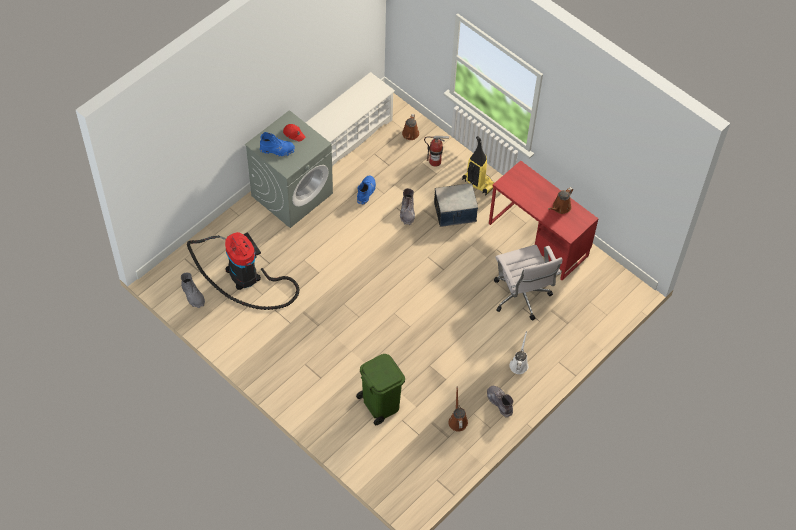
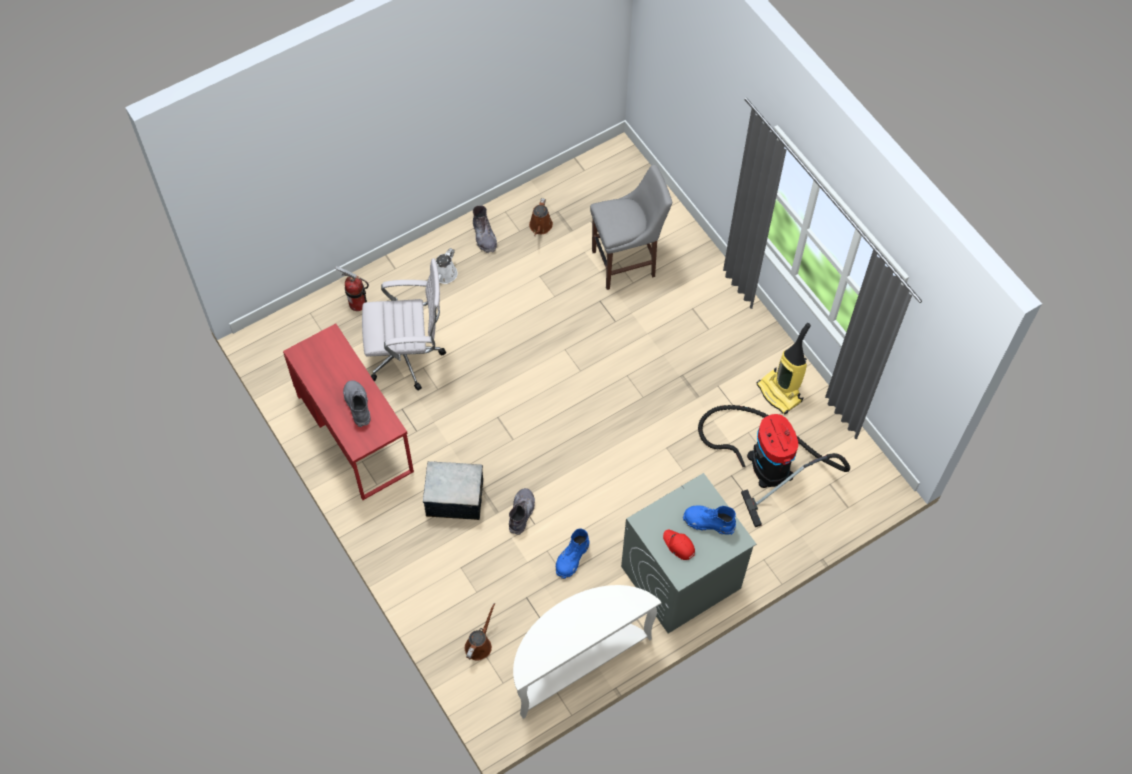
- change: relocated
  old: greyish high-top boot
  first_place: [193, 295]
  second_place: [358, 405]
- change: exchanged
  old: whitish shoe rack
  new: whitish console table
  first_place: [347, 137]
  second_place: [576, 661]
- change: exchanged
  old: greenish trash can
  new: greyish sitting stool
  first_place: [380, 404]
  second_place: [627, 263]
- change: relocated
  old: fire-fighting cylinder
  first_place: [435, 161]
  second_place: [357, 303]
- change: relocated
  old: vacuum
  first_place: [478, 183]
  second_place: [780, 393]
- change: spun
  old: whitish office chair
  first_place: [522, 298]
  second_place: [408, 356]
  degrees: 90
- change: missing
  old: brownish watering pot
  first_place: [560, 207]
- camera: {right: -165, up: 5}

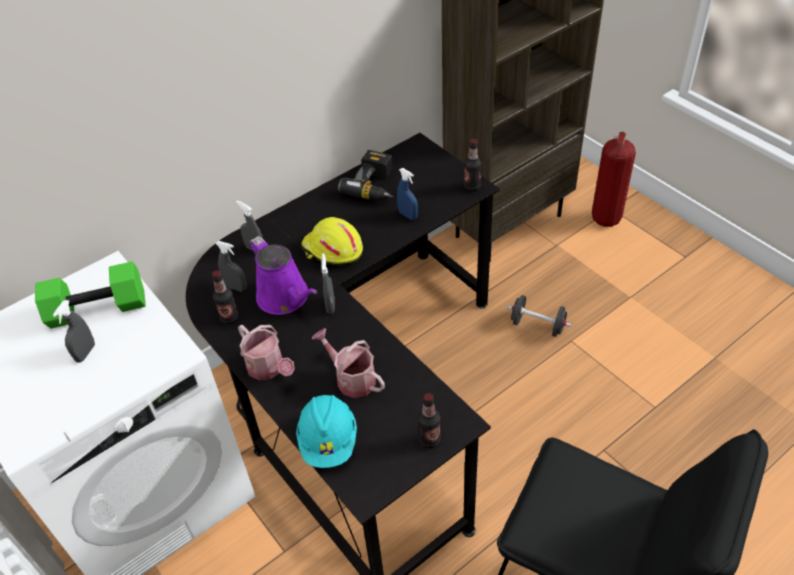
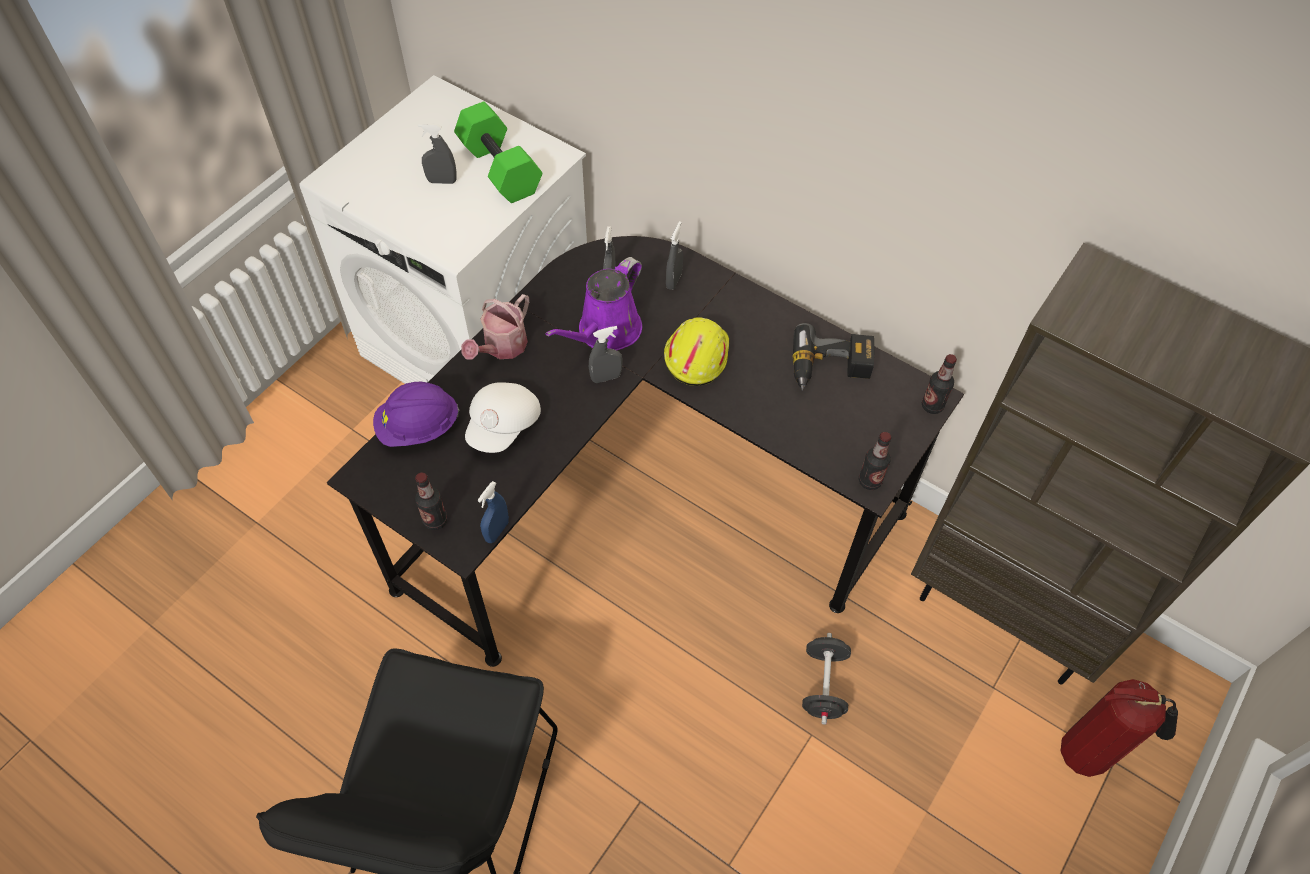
- change: relocated
  old: drink bottle
  first_place: [229, 318]
  second_place: [932, 406]
- change: colour
  old: blue-green work helmet
  new: purple-coloured work helmet
  first_place: [328, 441]
  second_place: [418, 427]
- change: exchanged
  old: watering pot
  new: whitish cap
  first_place: [351, 378]
  second_place: [504, 426]
- change: relocated
  old: blue spray bottle
  first_place: [408, 215]
  second_place: [497, 531]
- camera: {right: 70, up: 10}

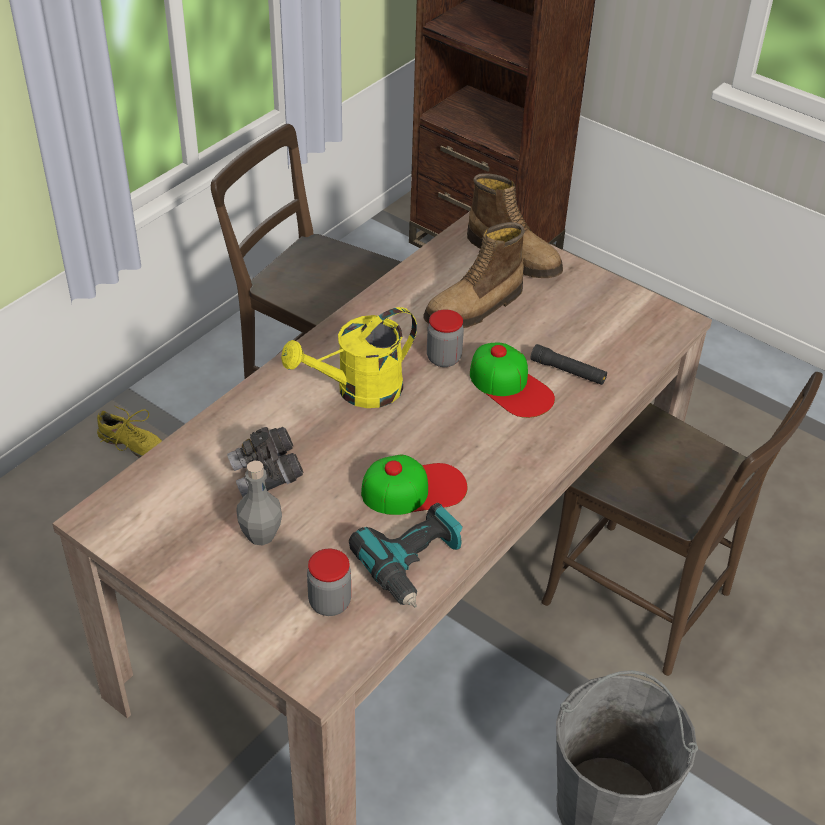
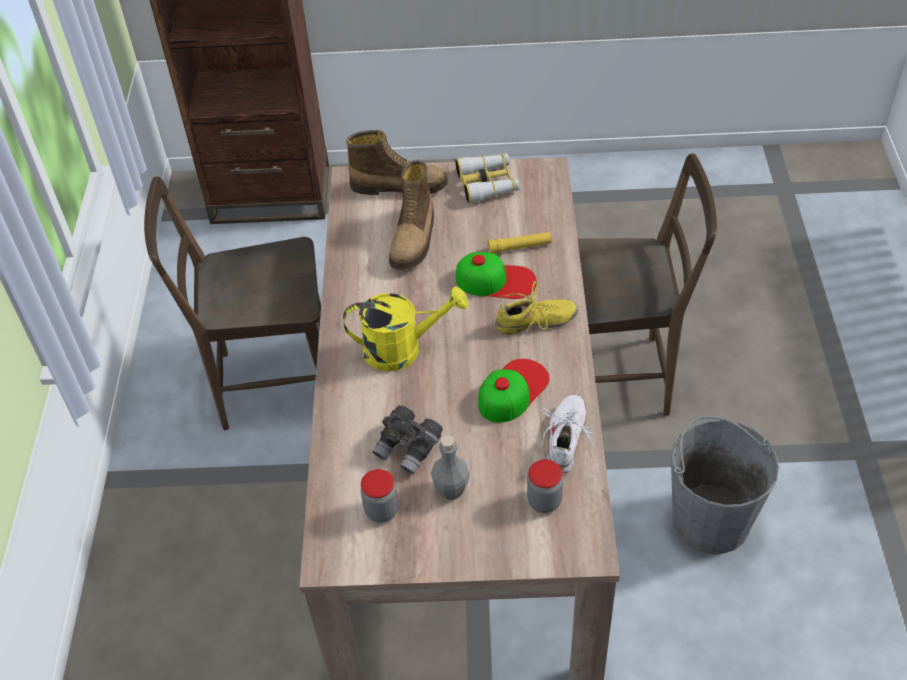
- change: relocated
  old: yellow-coloured shoe
  first_place: [131, 445]
  second_place: [535, 322]
- change: spun
  old: yellow-coloured watering pot
  first_place: [358, 391]
  second_place: [403, 349]
  degrees: -120
- change: exchanged
  old: power drill
  new: whitish shoe
  first_place: [414, 564]
  second_place: [566, 439]
- change: relocated
  old: storage jar
  first_place: [443, 358]
  second_place: [381, 510]
- change: colour
  old: blackish torch
  new: yellow-coloured torch
  first_place: [568, 371]
  second_place: [519, 247]
- change: appeared
  new: field glasses
  second_place: [487, 183]
- camera: {right: -35, up: 5}

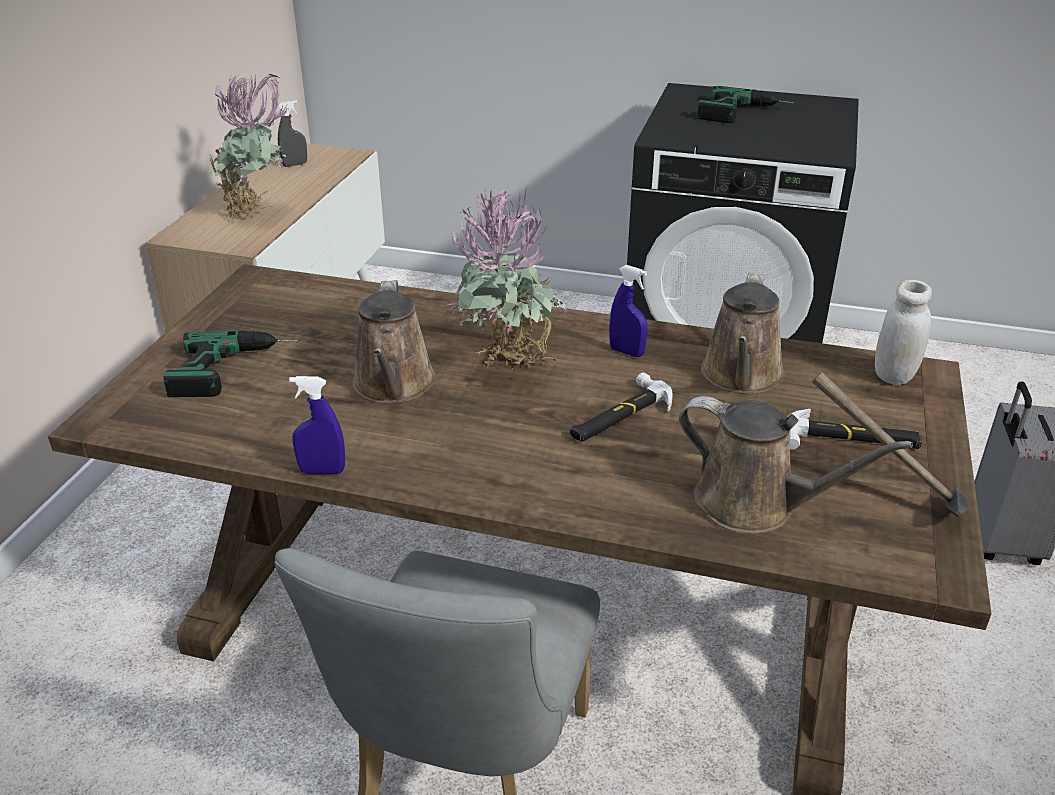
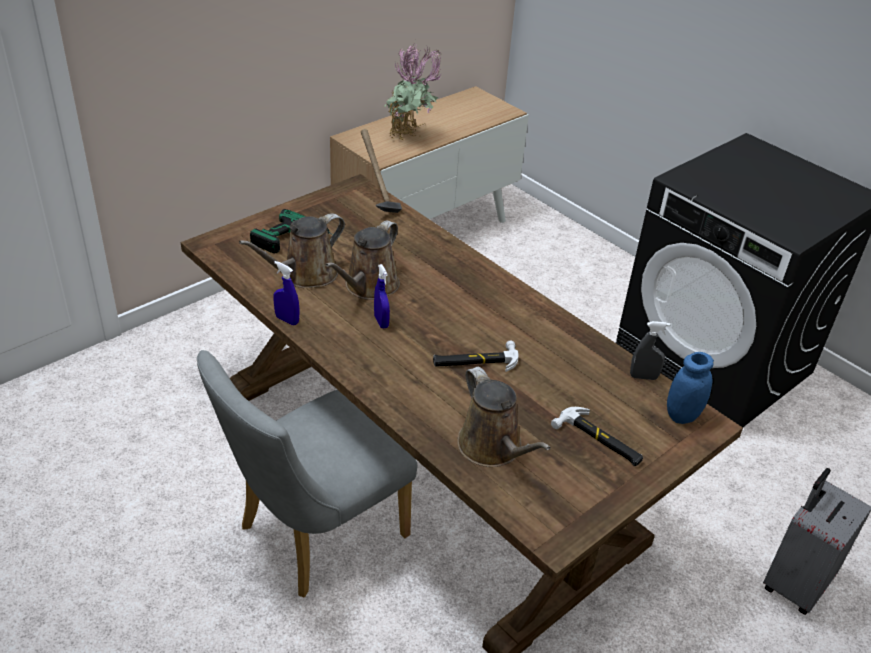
- change: relocated
  old: greyish spray bottle
  first_place: [295, 164]
  second_place: [643, 377]
- change: missing
  old: houseplant
  first_place: [510, 370]
- change: relocated
  old: blue spray bottle
  first_place: [626, 352]
  second_place: [381, 322]
- change: missing
  old: power drill
  first_place: [745, 113]
- change: relocated
  old: brownish watering pot
  first_place: [741, 377]
  second_place: [305, 275]
- change: relocated
  old: hand hammer
  first_place: [885, 495]
  second_place: [377, 198]
- change: colour
  old: whitish storage jar
  new: blue storage jar
  first_place: [894, 375]
  second_place: [682, 415]
- camera: {right: 30, up: 5}

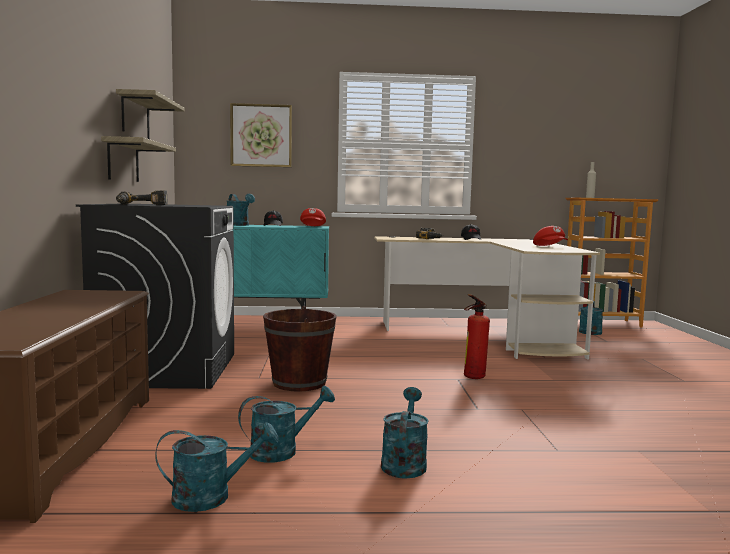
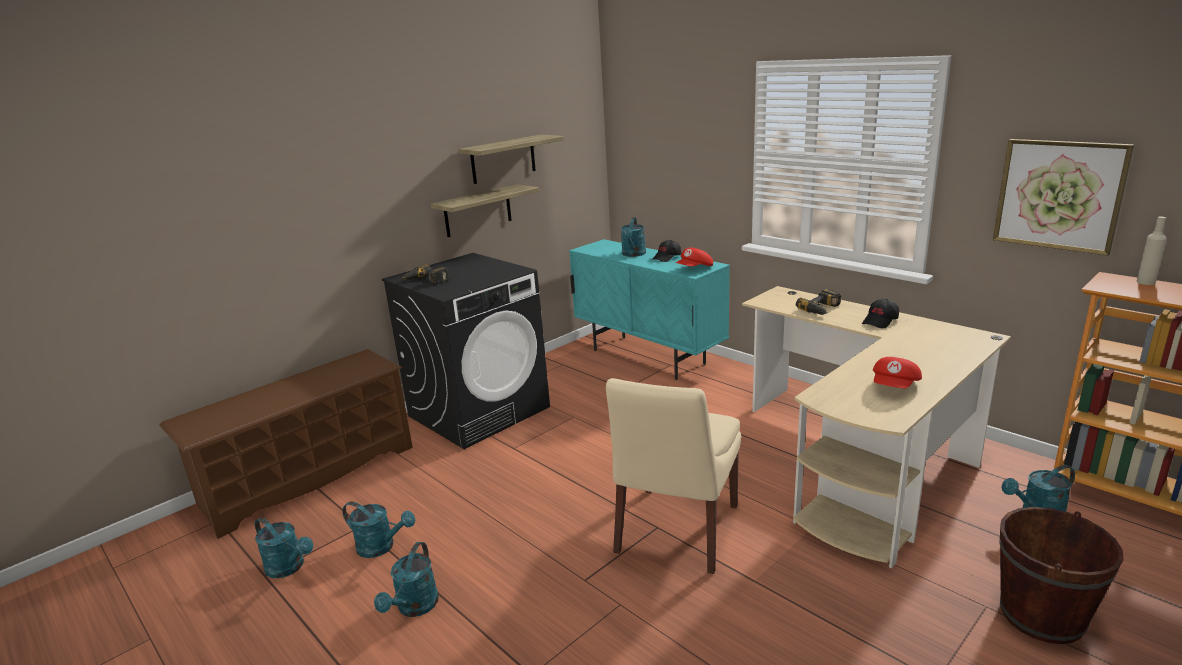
- change: relocated
  old: wall art
  first_place: [261, 135]
  second_place: [1059, 195]
- change: relocated
  old: brownish pail
  first_place: [299, 383]
  second_place: [1041, 616]
- change: spun
  old: blue-green watering pot
  first_place: [404, 462]
  second_place: [414, 608]
  degrees: 135
- change: exchanged
  old: fire-fighting cylinder
  new: beige-coloured plain chair
  first_place: [472, 377]
  second_place: [676, 531]
- camera: {right: 50, up: 15}

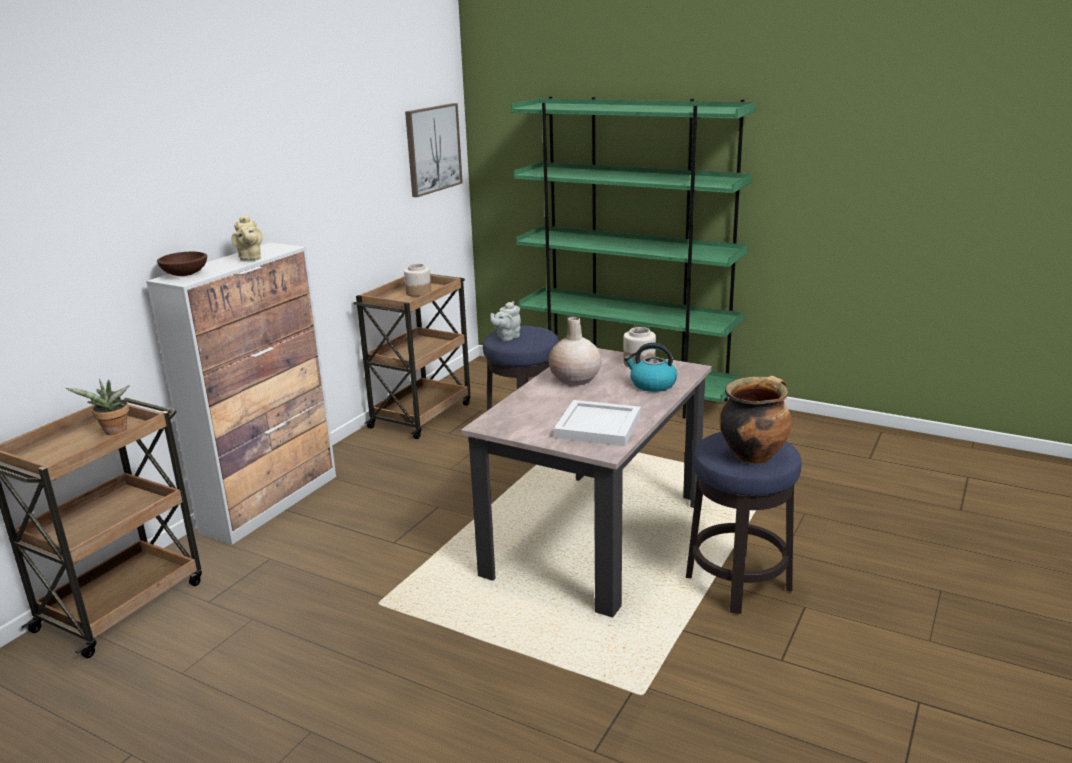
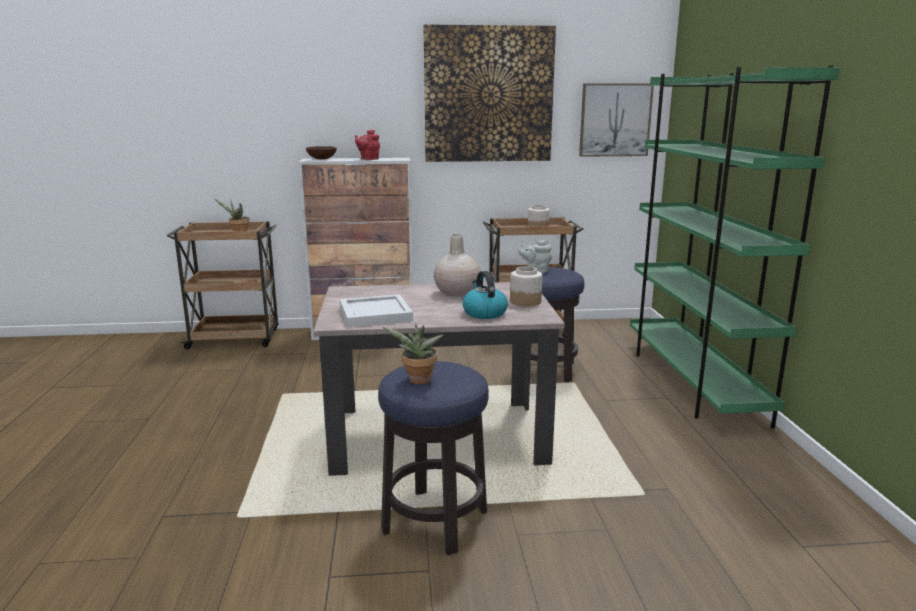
- change: colour
  old: beige-coloured tea pot
  new: red-coloured tea pot
  first_place: [250, 258]
  second_place: [368, 159]
- change: exchanged
  old: cooking pot
  new: houseplant
  first_place: [753, 455]
  second_place: [418, 381]
- change: appeared
  new: wall art
  second_place: [488, 95]
- camera: {right: 55, up: -5}

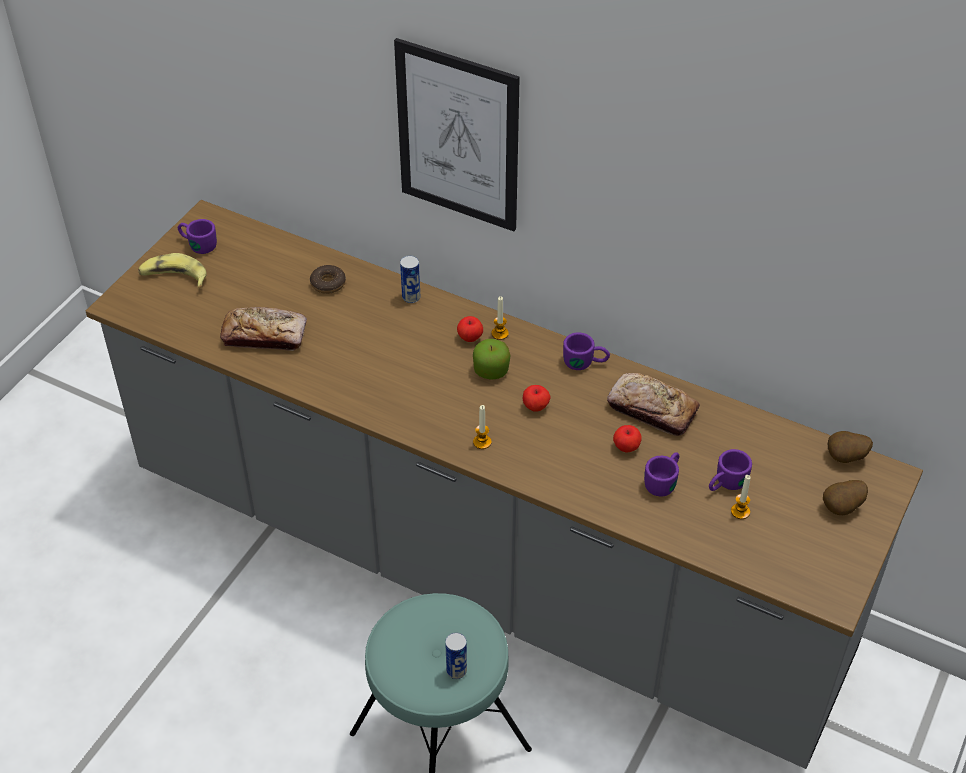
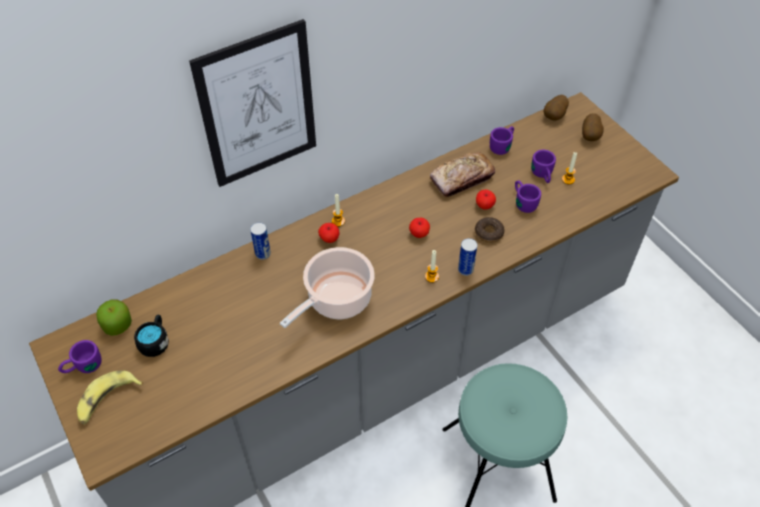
- change: missing
  old: baked bread
  first_place: [265, 336]
- change: relocated
  old: ring doughnut
  first_place: [328, 283]
  second_place: [489, 233]
- change: relocated
  old: can
  first_place: [456, 671]
  second_place: [465, 270]
- change: relocated
  old: apple fruit
  first_place: [491, 370]
  second_place: [117, 325]
- change: relocated
  old: purple-coloured mug
  first_place: [585, 362]
  second_place: [502, 145]
- change: appeared
  new: blackish mug
  second_place: [155, 341]
- change: appeared
  new: cooking pot
  second_place: [336, 300]
- camera: {right: -60, up: 5}

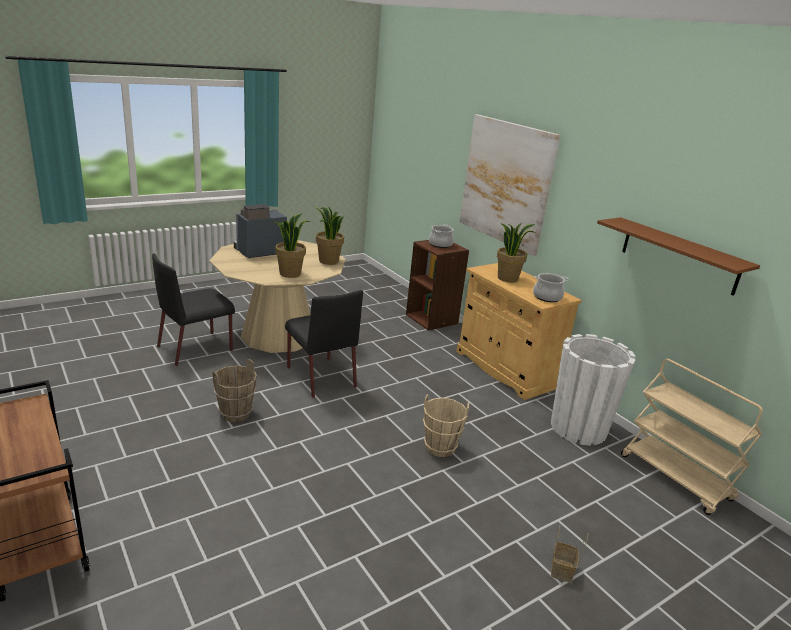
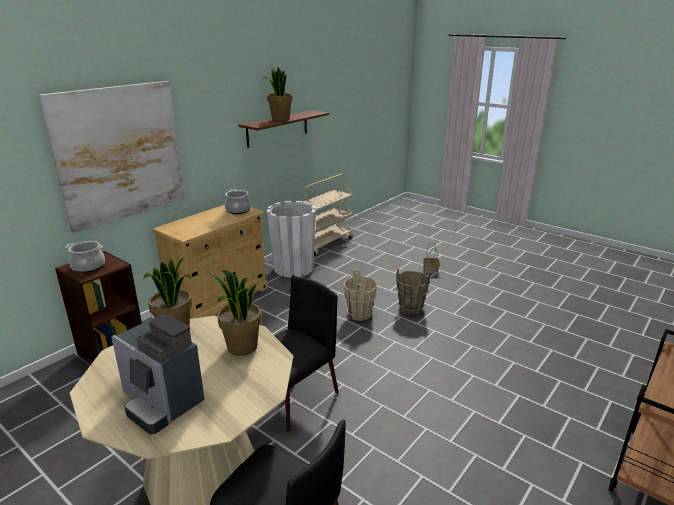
- change: relocated
  old: brownish pail
  first_place: [236, 414]
  second_place: [410, 308]
- change: relocated
  old: houseplant
  first_place: [508, 278]
  second_place: [280, 119]
- camera: {right: -105, up: 0}

